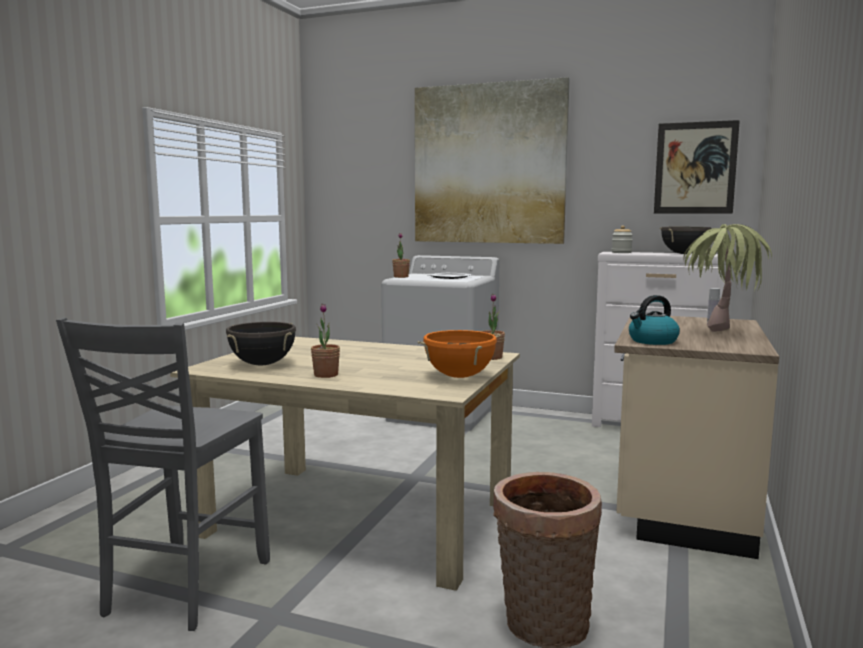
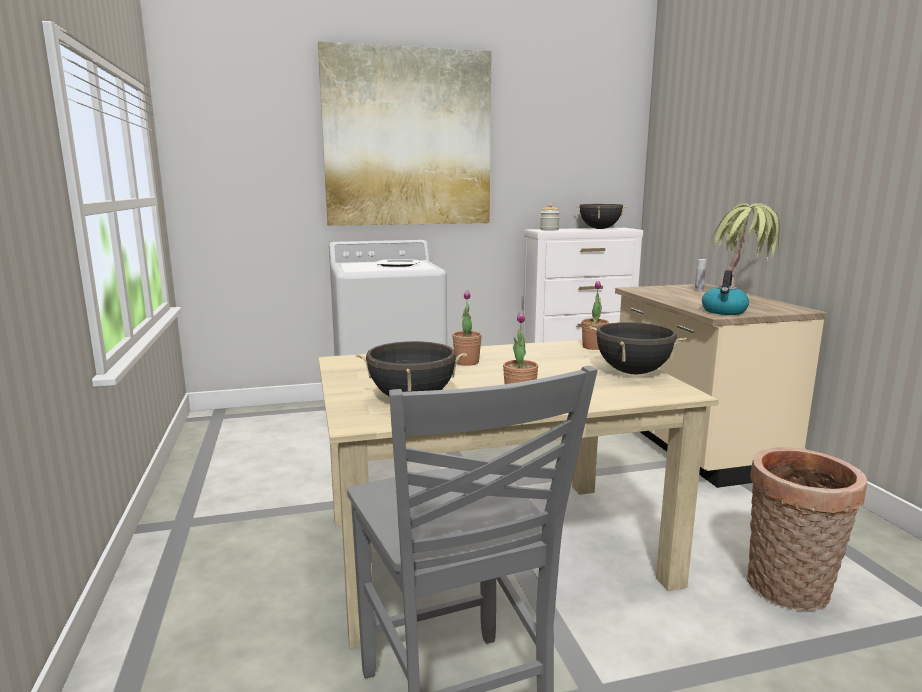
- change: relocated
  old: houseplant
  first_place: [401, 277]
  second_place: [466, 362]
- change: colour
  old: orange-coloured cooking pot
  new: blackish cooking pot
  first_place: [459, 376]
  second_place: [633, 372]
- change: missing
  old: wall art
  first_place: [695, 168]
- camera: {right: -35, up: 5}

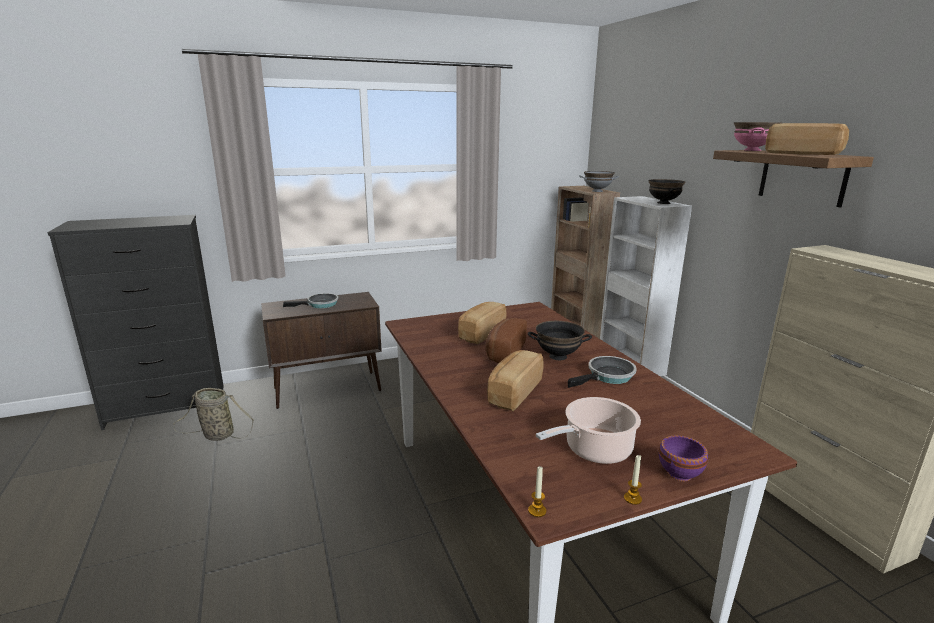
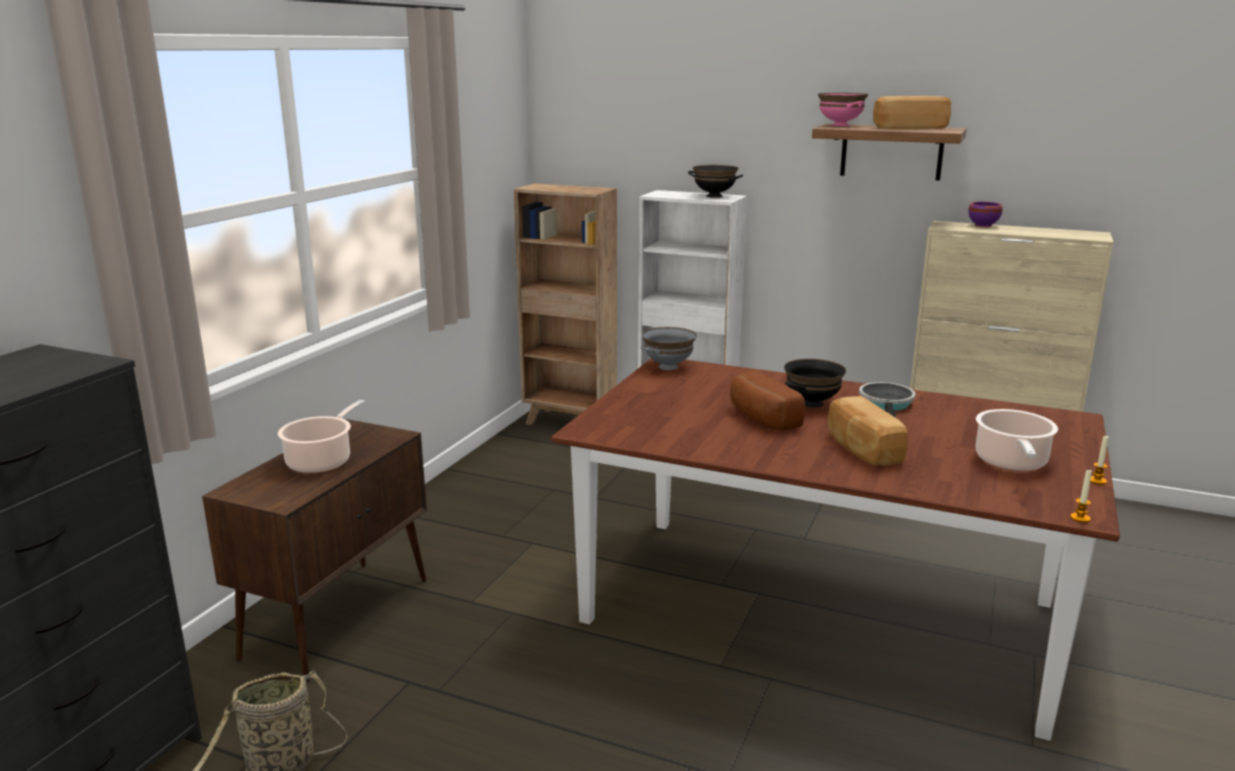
- change: exchanged
  old: skillet
  new: cooking pot
  first_place: [320, 304]
  second_place: [322, 461]
- change: missing
  old: baked bread
  first_place: [481, 333]
- change: relocated
  old: greyish deep dish
  first_place: [597, 191]
  second_place: [668, 367]
- change: relocated
  old: purple-coloured deep dish
  first_place: [679, 474]
  second_place: [983, 226]
- camera: {right: -45, up: 0}

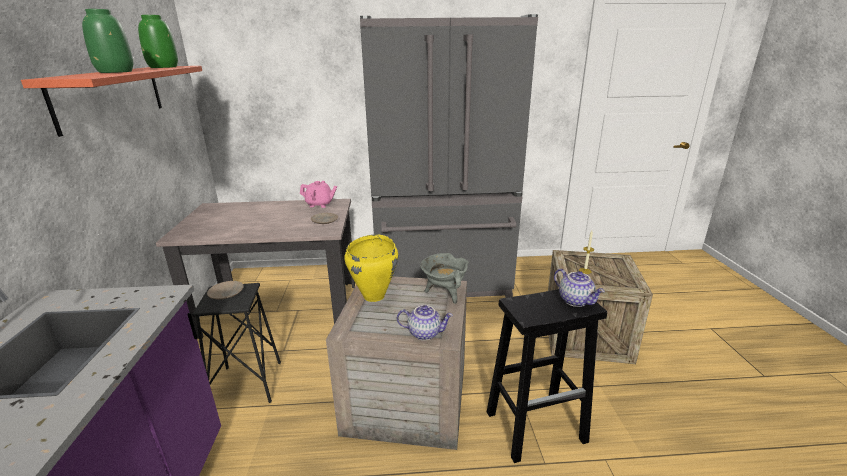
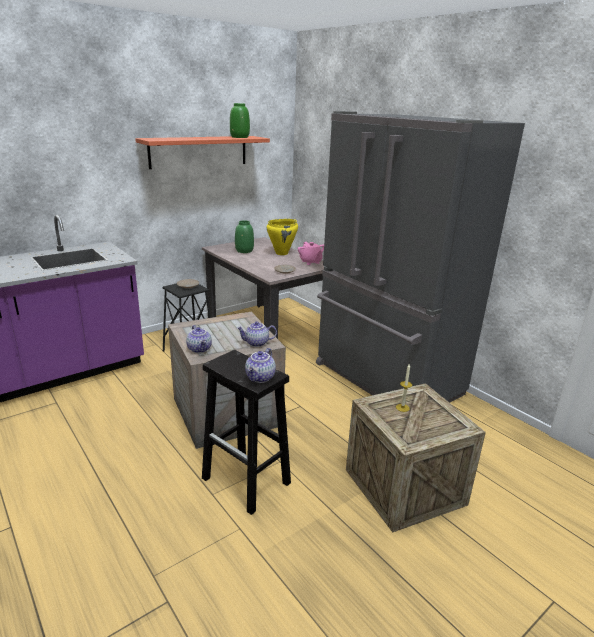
- change: relocated
  old: greenish vase
  first_place: [116, 72]
  second_place: [244, 251]
- change: relocated
  old: yellow-coloured cooking pot
  first_place: [374, 296]
  second_place: [282, 253]
- change: exchanged
  old: greyish cooking pot
  new: tea pot
  first_place: [444, 293]
  second_place: [256, 343]
- camera: {right: 55, up: 0}

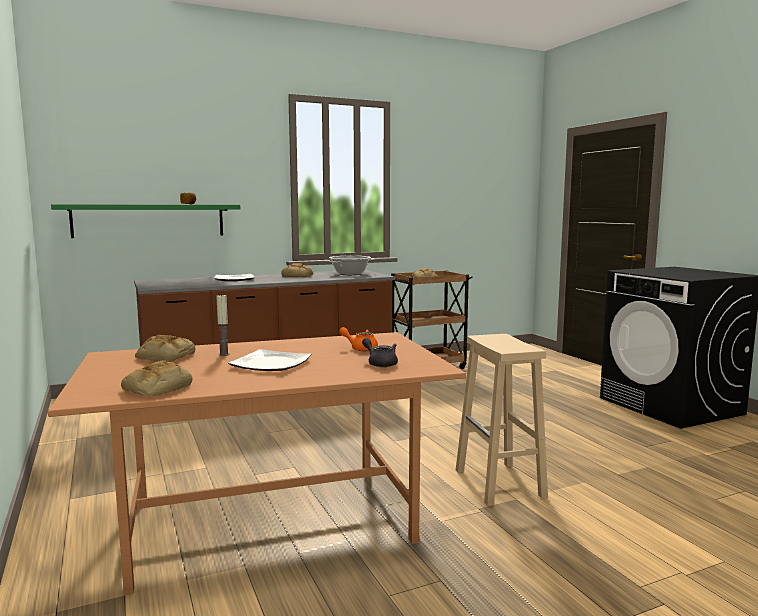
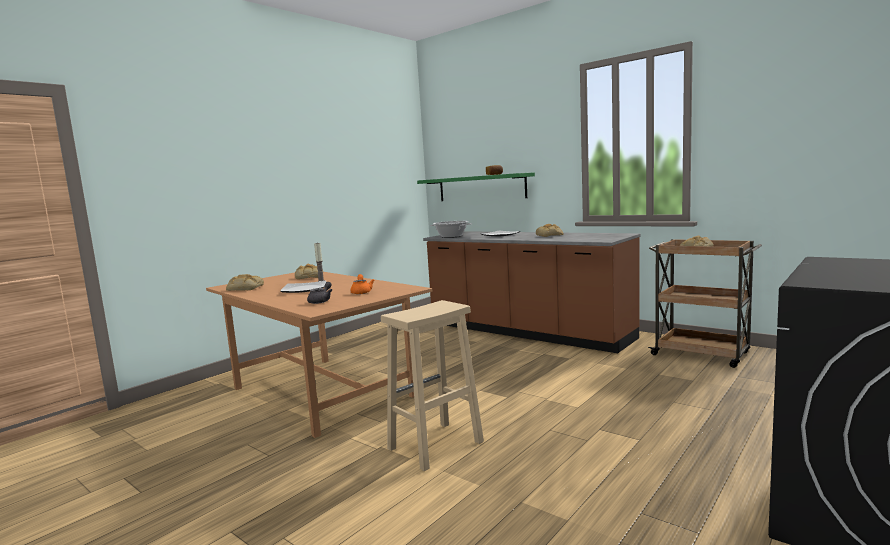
- change: relocated
  old: cooking pot
  first_place: [350, 274]
  second_place: [451, 236]
- camera: {right: 65, up: 0}

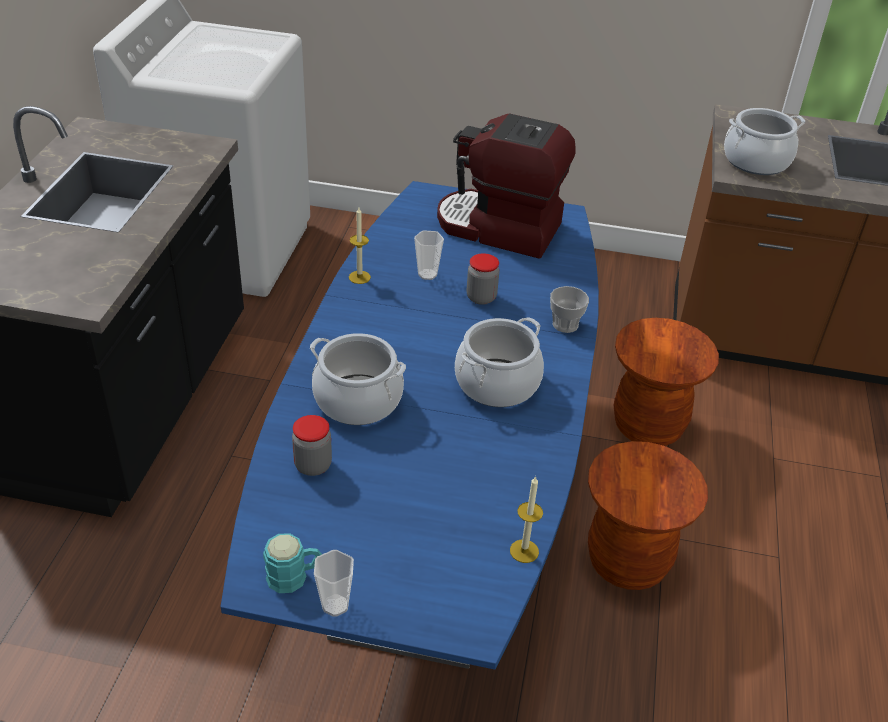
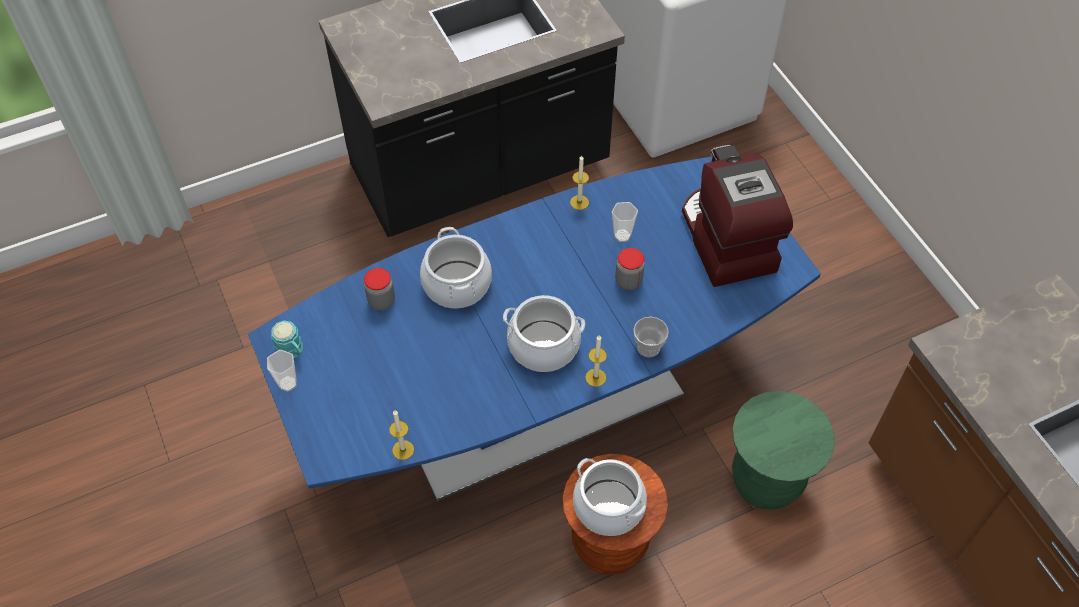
- change: colour
  old: brownish sitting stool
  new: greenish sitting stool
  first_place: [648, 426]
  second_place: [766, 481]
- change: relocated
  old: cooking pot
  first_place: [755, 161]
  second_place: [609, 506]
- change: appeared
  new: wax candle
  second_place: [595, 377]
- camera: {right: 55, up: 15}

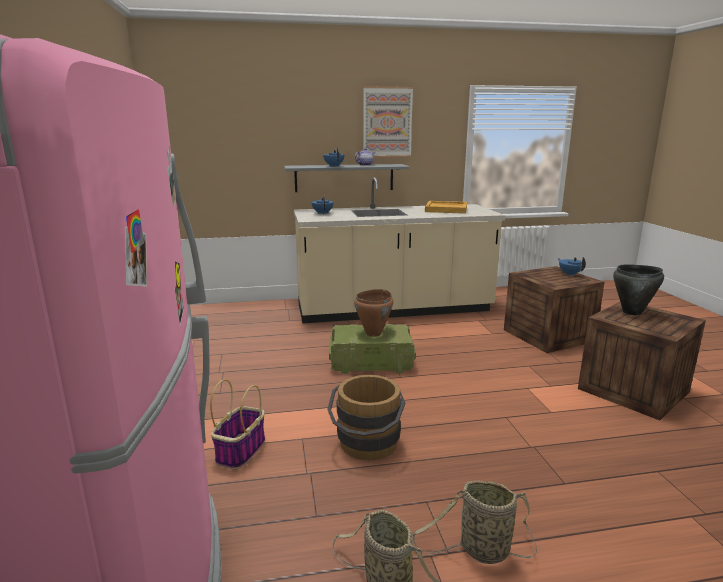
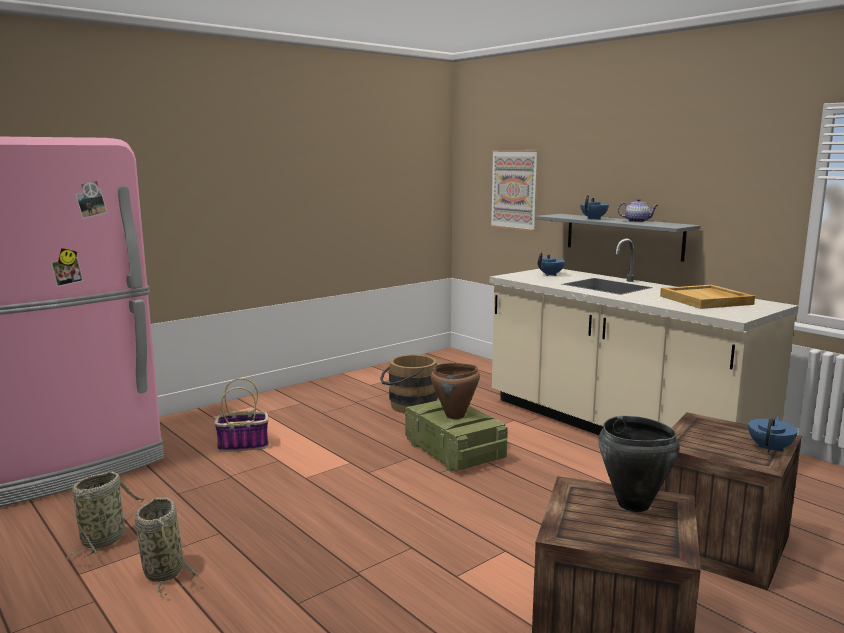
- change: relocated
  old: brownish pail
  first_place: [367, 446]
  second_place: [408, 406]
- change: relocated
  old: wall art
  first_place: [387, 122]
  second_place: [514, 189]
- camera: {right: 60, up: -5}

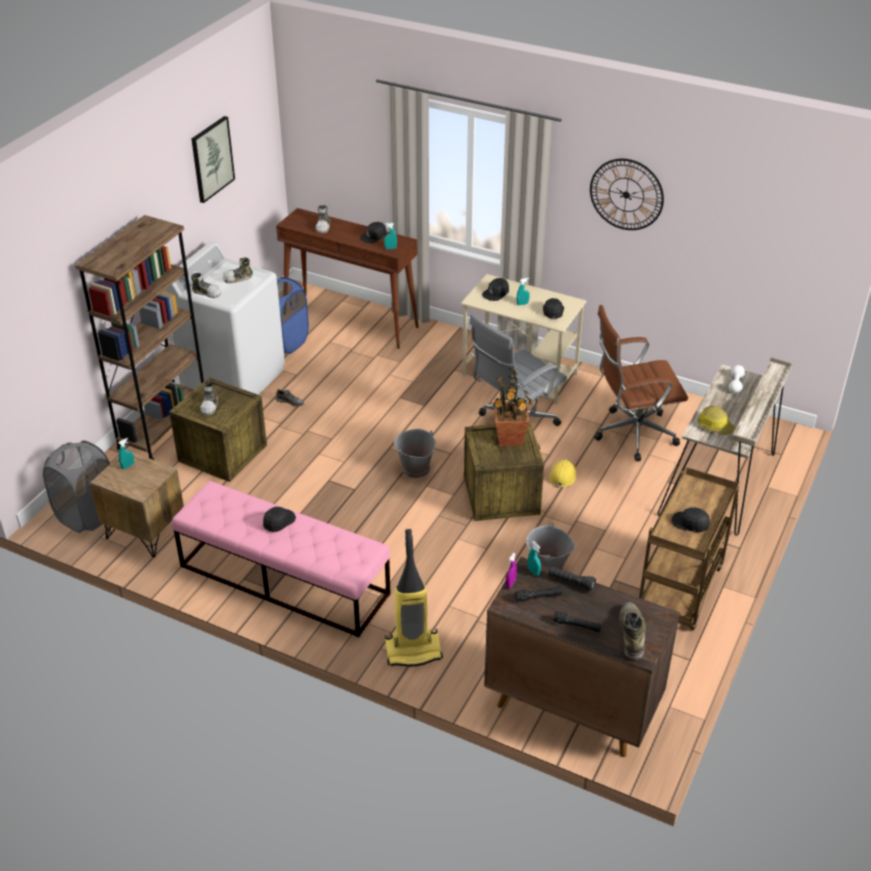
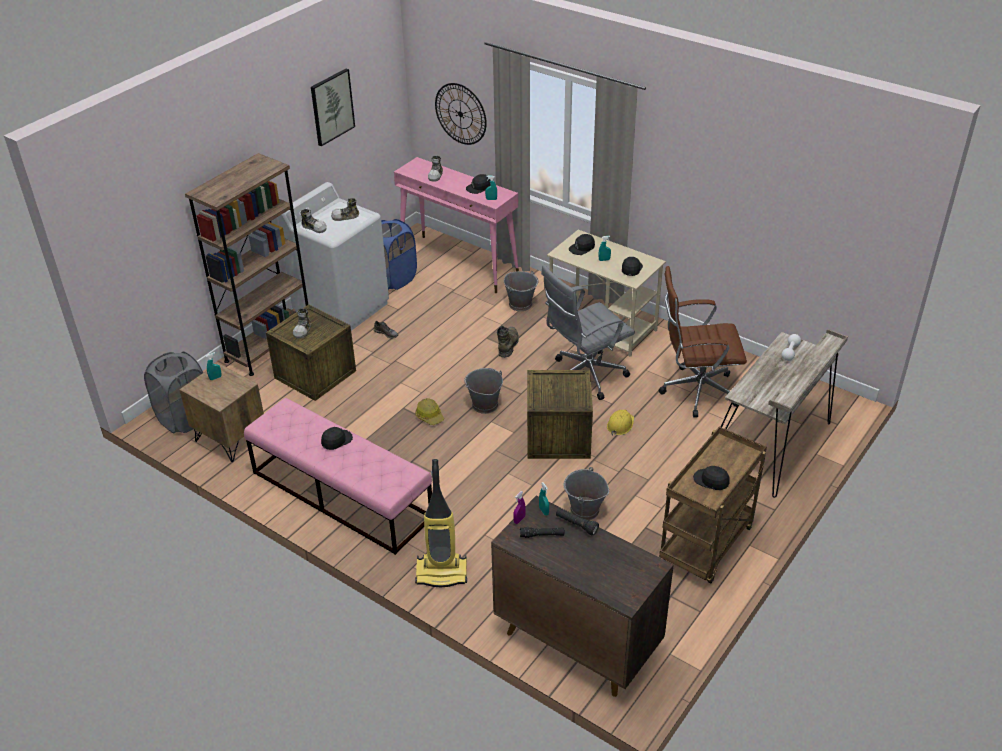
- change: colour
  old: brownish console table
  new: pink console table
  first_place: [351, 320]
  second_place: [459, 264]
- change: missing
  old: houseplant
  first_place: [510, 439]
- change: missing
  old: blackish torch
  first_place: [576, 625]
- change: relocated
  old: hanging clock
  first_place: [626, 194]
  second_place: [460, 114]
- change: relocated
  old: greenish high-top boot
  first_place: [631, 633]
  second_place: [508, 344]
- change: relocated
  old: work helmet
  first_place: [715, 426]
  second_place: [430, 416]
- change: appeared
  new: greyish pail
  second_place: [520, 304]
- camera: {right: 10, up: 0}

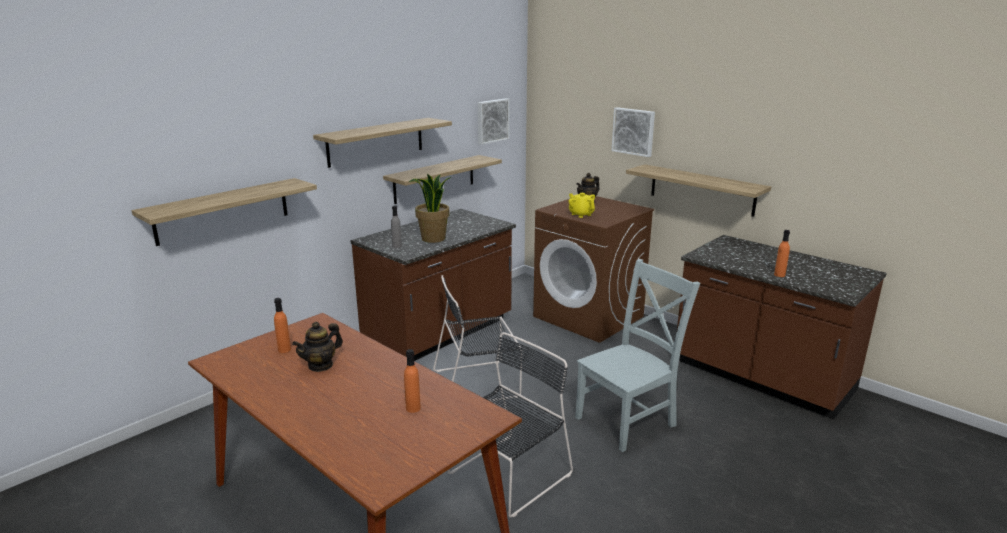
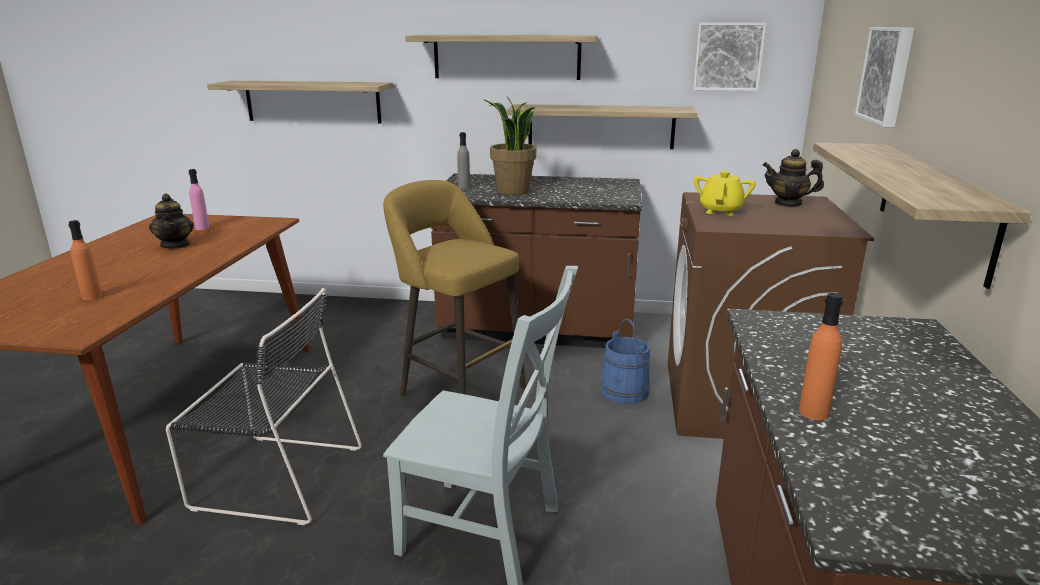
- change: colour
  old: orange-coloured drink bottle
  new: pink drink bottle
  first_place: [284, 349]
  second_place: [202, 228]
- change: spun
  old: tea pot
  first_place: [320, 365]
  second_place: [175, 245]
  degrees: -120
- change: exchanged
  old: blackish plain chair
  new: yellow-coloured sitting stool
  first_place: [479, 383]
  second_place: [458, 389]
- change: appeared
  new: blue pail
  second_place: [625, 391]
- camera: {right: 55, up: 0}

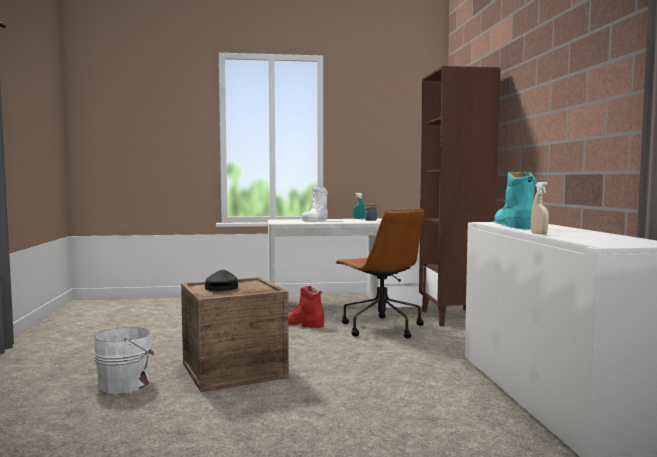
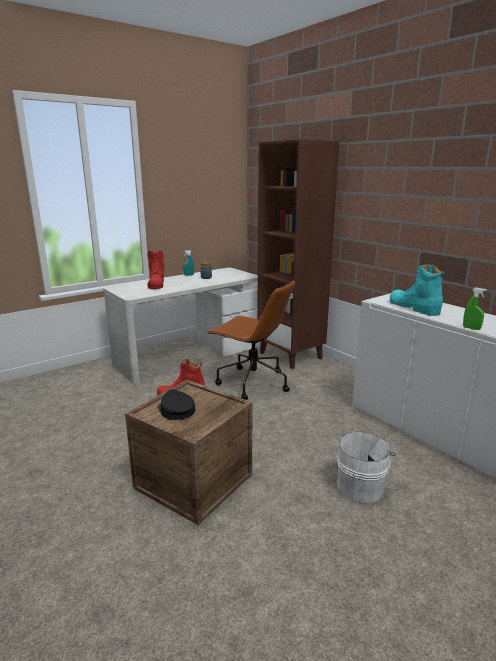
- change: relocated
  old: whitish pail
  first_place: [126, 383]
  second_place: [361, 485]
- change: colour
  old: whitish high-top boot
  new: red-coloured high-top boot
  first_place: [315, 220]
  second_place: [156, 284]
- change: colour
  old: beige-coloured spray bottle
  new: greenish spray bottle
  first_place: [539, 234]
  second_place: [471, 328]
- camera: {right: -30, up: 15}

